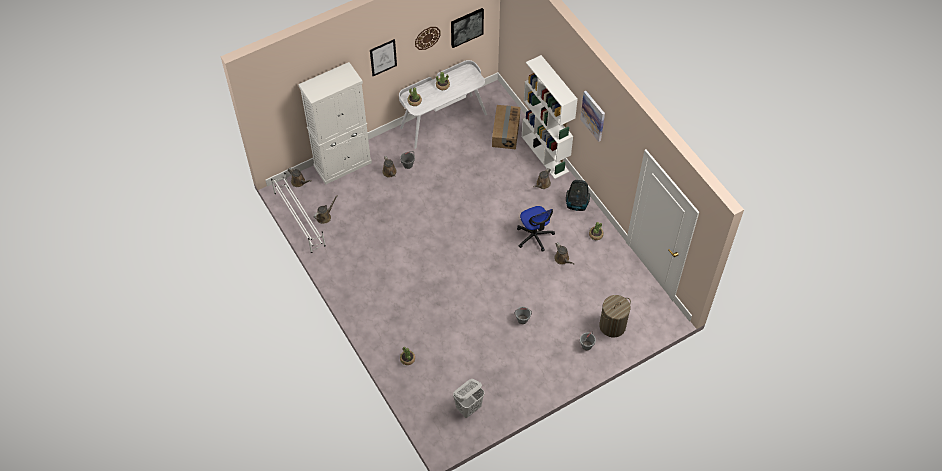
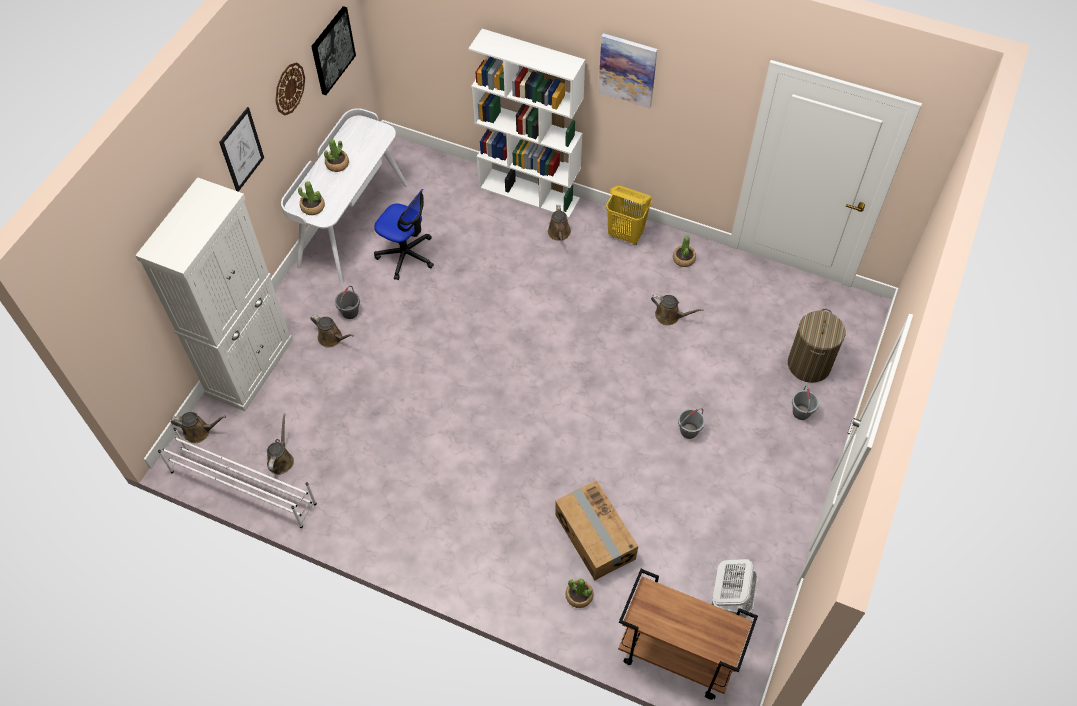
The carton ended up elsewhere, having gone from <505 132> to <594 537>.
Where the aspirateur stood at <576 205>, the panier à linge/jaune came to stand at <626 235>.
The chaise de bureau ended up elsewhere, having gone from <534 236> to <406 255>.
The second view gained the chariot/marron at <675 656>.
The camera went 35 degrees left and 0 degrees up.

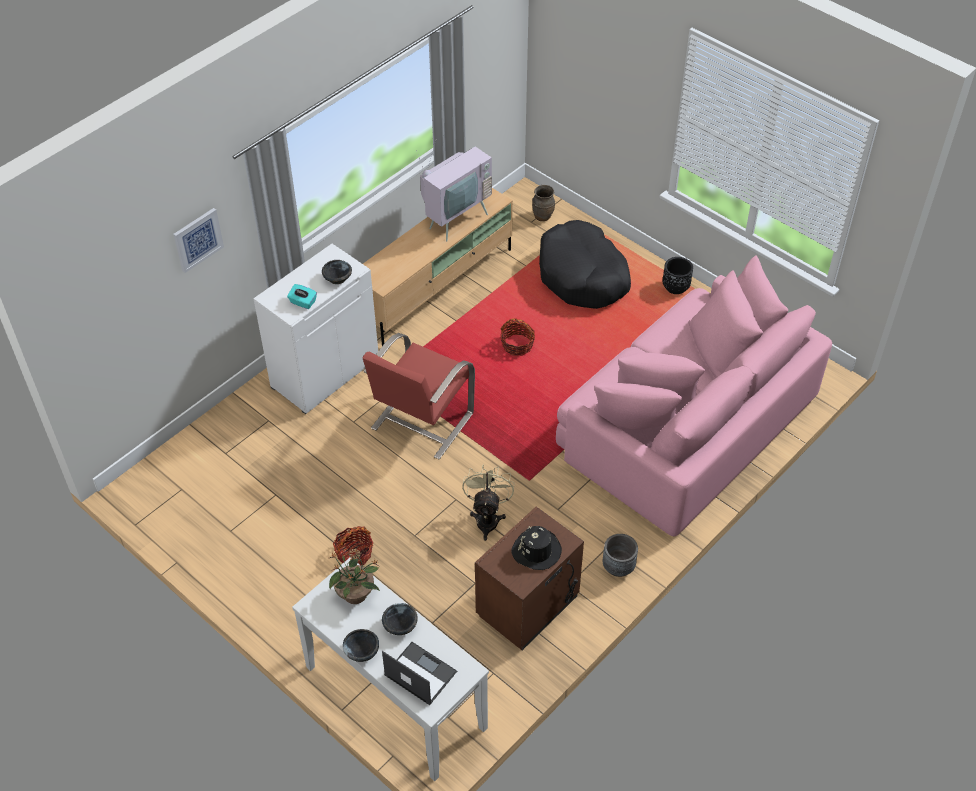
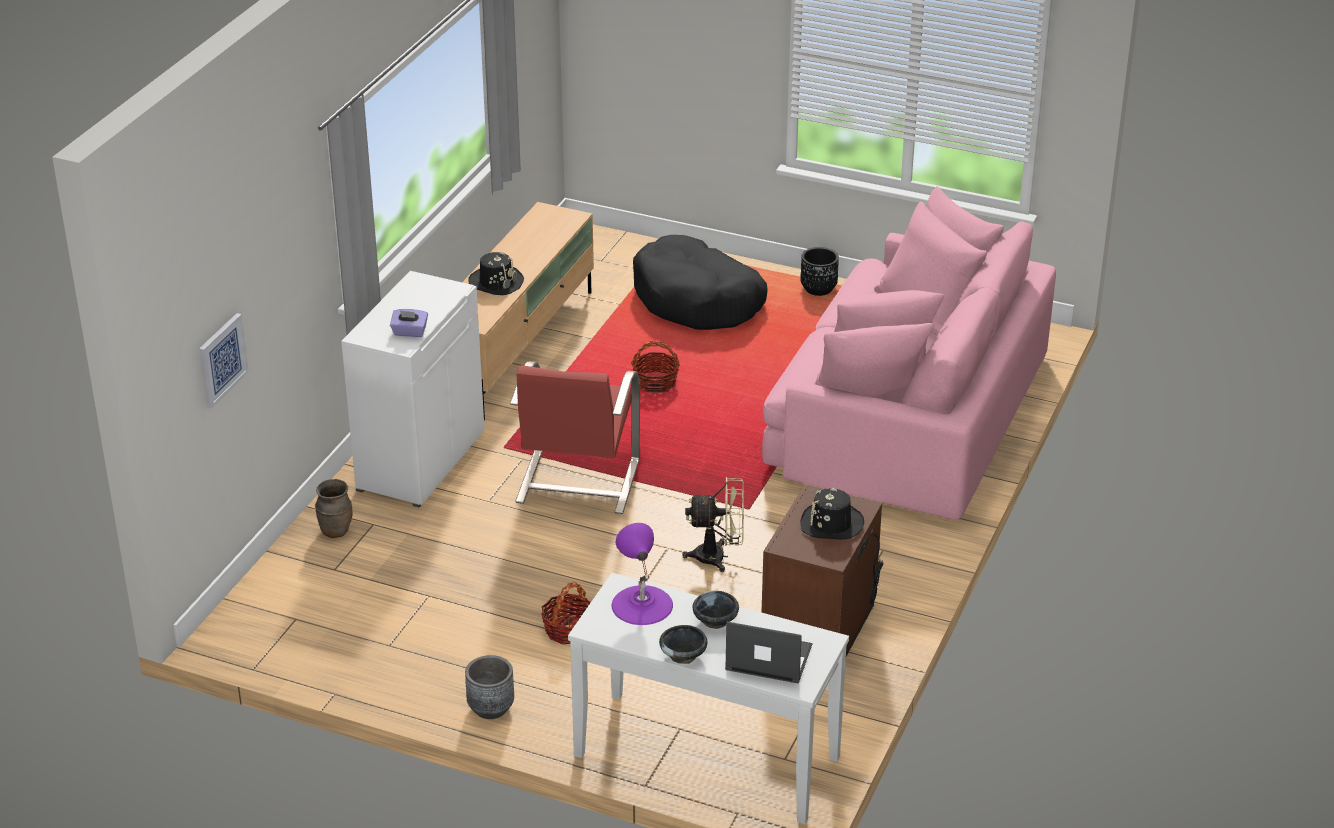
The second view lost the téléviseur at <455 218>.
The vase/marron ended up elsewhere, having gone from <543 216> to <336 531>.
The tableau ended up elsewhere, having gone from <198 239> to <222 360>.
The second view lost the bol/noir at <337 278>.
What was the boîte à mouchoirs/turquoise at <303 302> turned into the boîte à mouchoirs/violet at <409 332>.
The ventilateur/beige at <487 518> ended up facing another way, 105 degrees clockwise from before.
The cache-pot/gris ended up elsewhere, having gone from <618 567> to <491 708>.
Where the plante en pot stood at <356 594>, the lampe de table/violet came to stand at <641 605>.
The second view gained the chapeau/noir at <496 282>.
The camera went 20 degrees left and 15 degrees down.

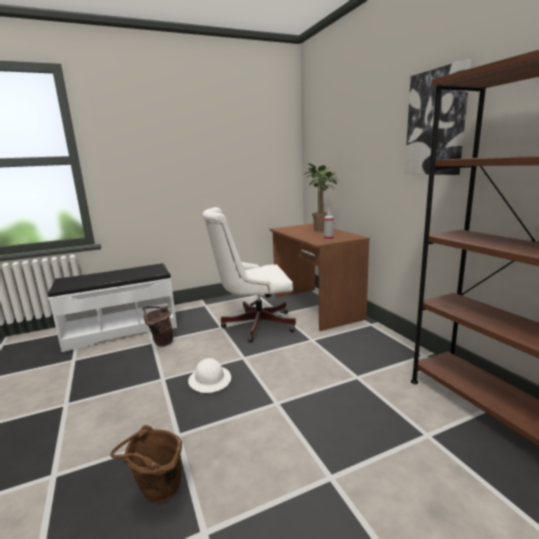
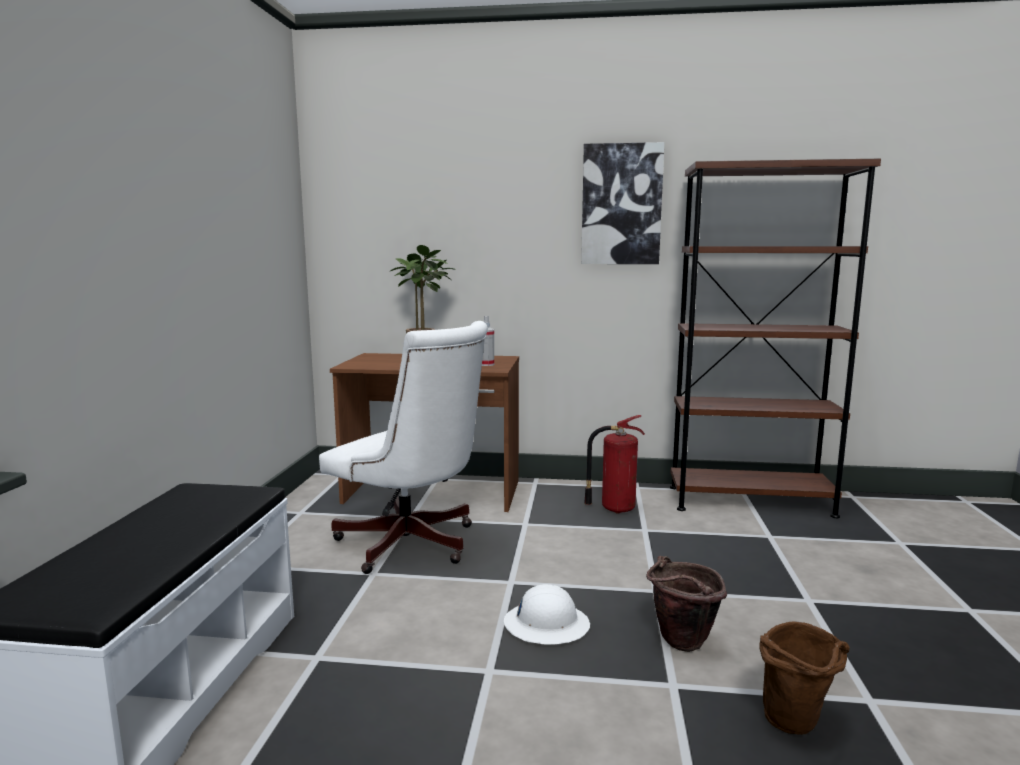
The chaise de bureau/blanc at <254 324> ended up facing another way, 75 degrees counterclockwise from before.
The seau/marron ended up elsewhere, having gone from <160 342> to <679 645>.
The second view gained the extincteur at <615 508>.
The camera went 60 degrees left and 5 degrees down.

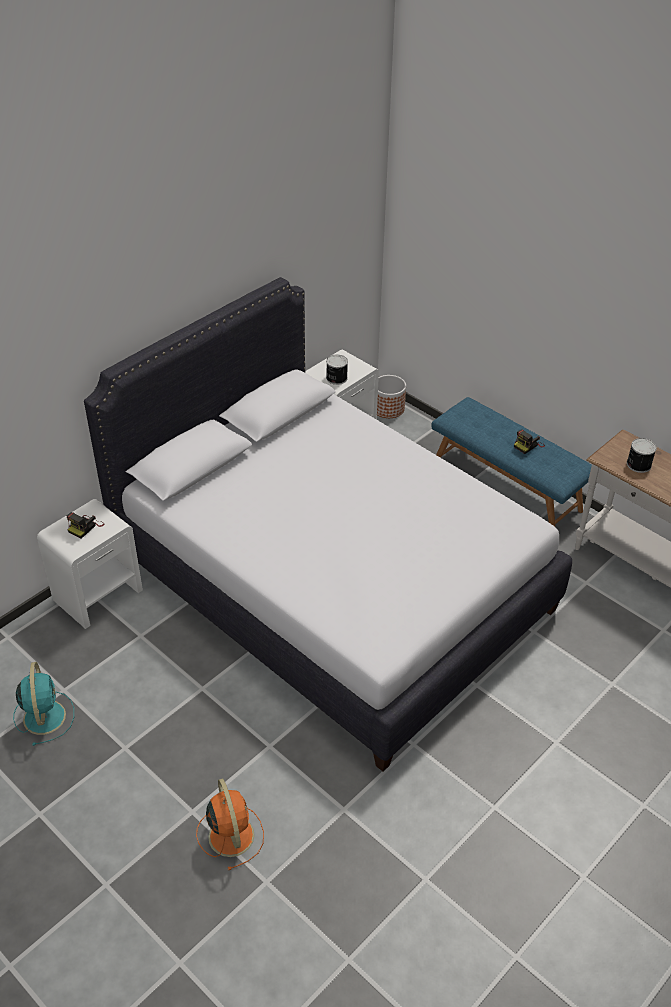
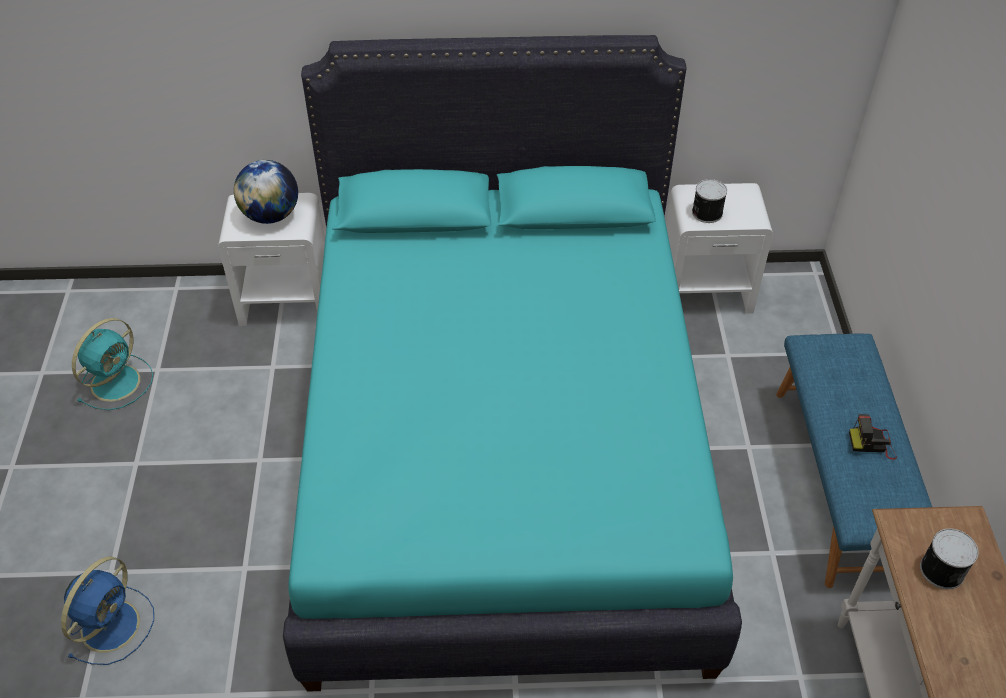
What was the lit/blanc at <332 584> turned into the lit/turquoise at <501 450>.
The second view lost the cache-pot at <387 408>.
Where the appareil photo stood at <85 527>, the globe came to stand at <271 215>.
What was the ventilateur/orange at <230 834> turned into the ventilateur/bleu at <112 623>.
The camera went 45 degrees right and 5 degrees up.

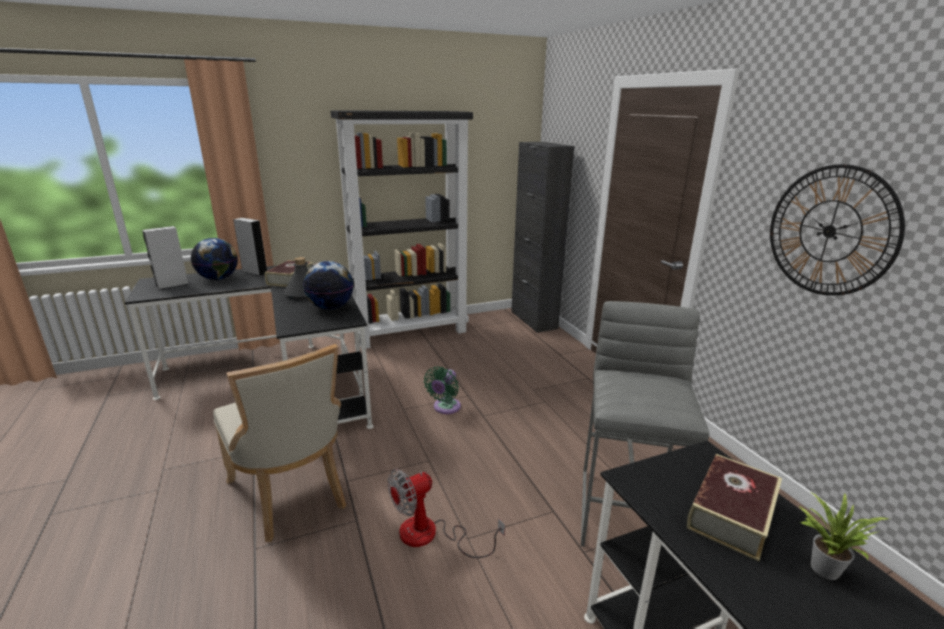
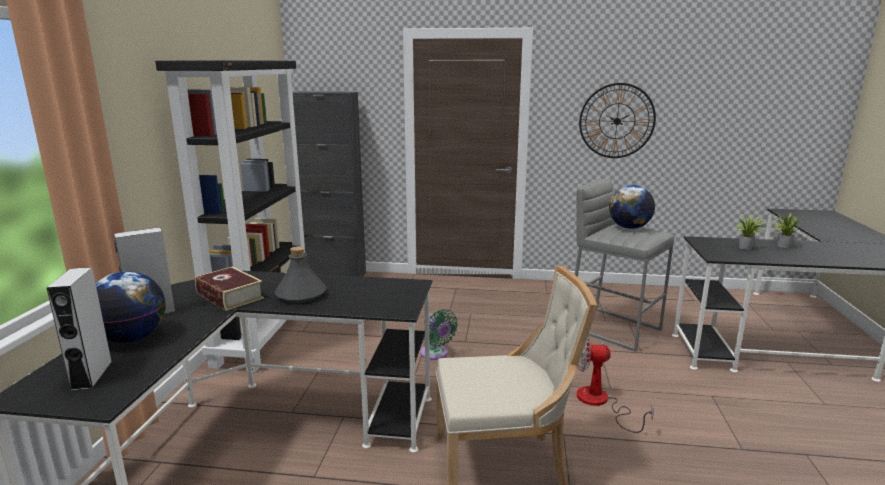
The globe ended up elsewhere, having gone from <331 307> to <629 227>.
Where the livre stood at <731 513>, the plante en pot came to stand at <746 248>.
The ventilateur at <431 535> ended up facing another way, 105 degrees clockwise from before.
The camera went 60 degrees left and 5 degrees down.

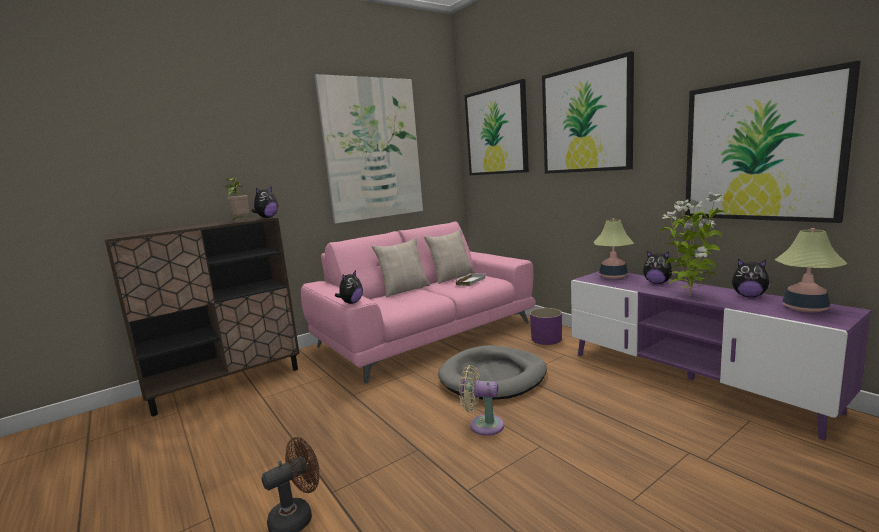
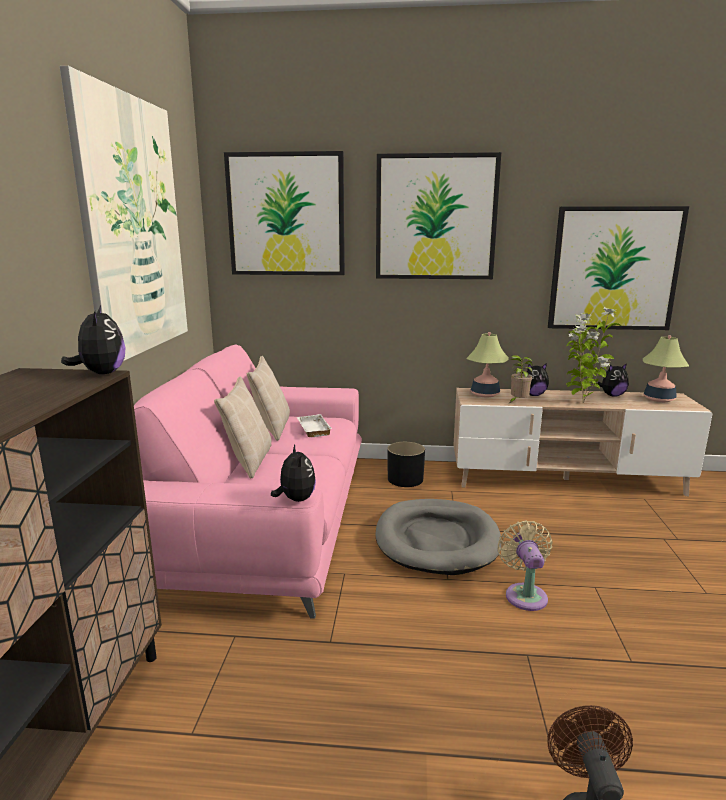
The plante en pot ended up elsewhere, having gone from <241 221> to <518 402>.
What was the meuble télé/violet at <689 379> turned into the meuble télé/beige at <566 480>.
What was the cache-pot/violet at <546 339> turned into the cache-pot/noir at <405 479>.
The ventilateur/beige at <482 425> ended up facing another way, 120 degrees clockwise from before.
The camera went 50 degrees left and 5 degrees up.

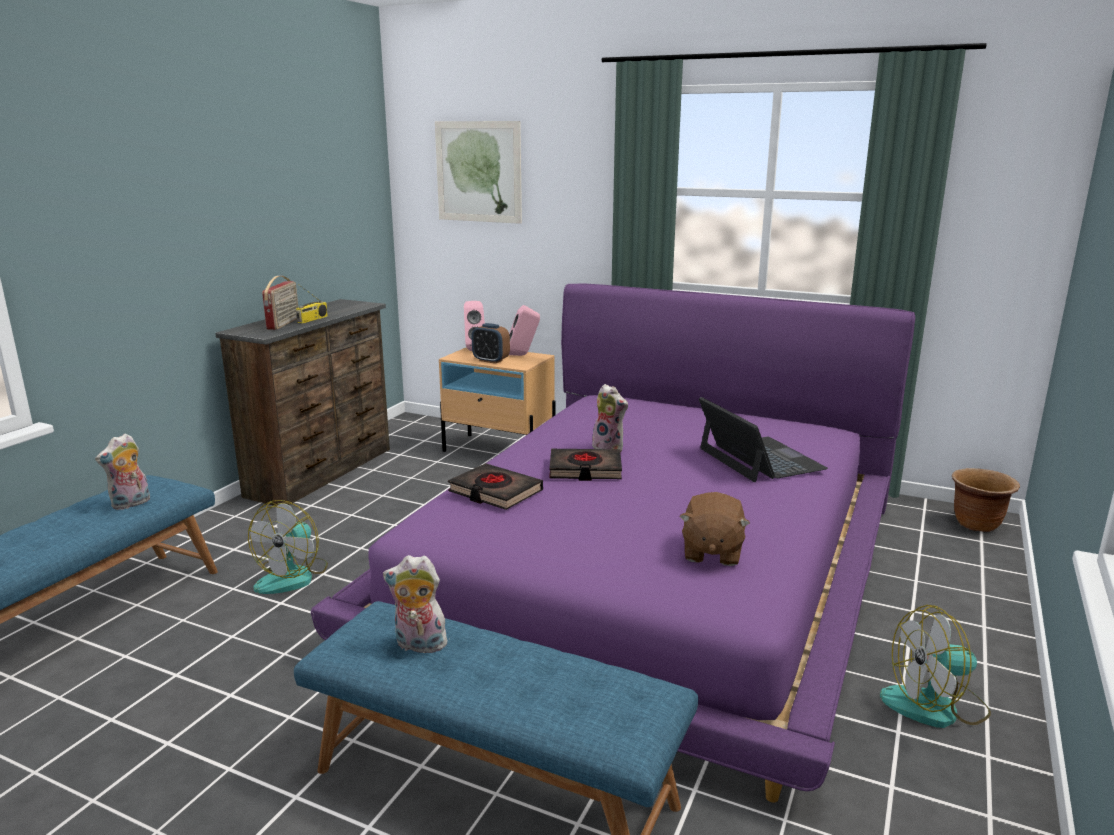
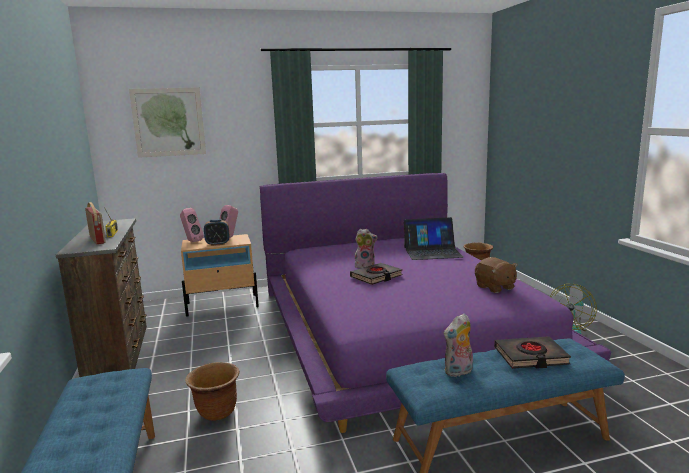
The ordinateur portable at <759 459> ended up facing another way, 150 degrees clockwise from before.
The second view lost the peluche at <131 504>.
The livre/noir ended up elsewhere, having gone from <495 492> to <530 357>.
Where the ventilateur stood at <293 576>, the cache-pot/marron came to stand at <217 412>.
The camera went 40 degrees left and 5 degrees down.

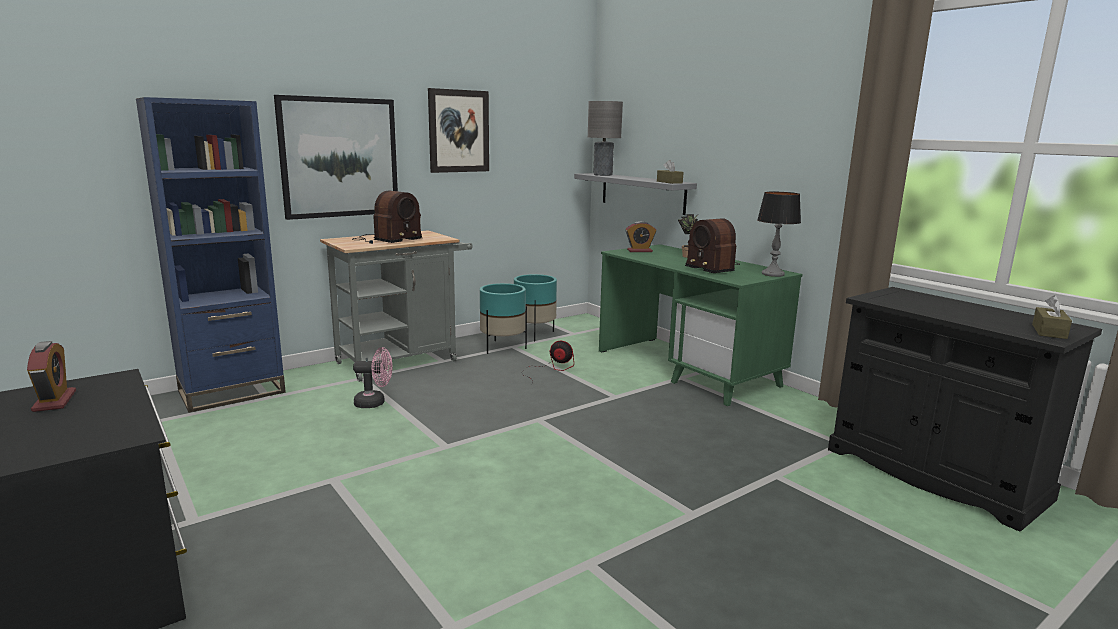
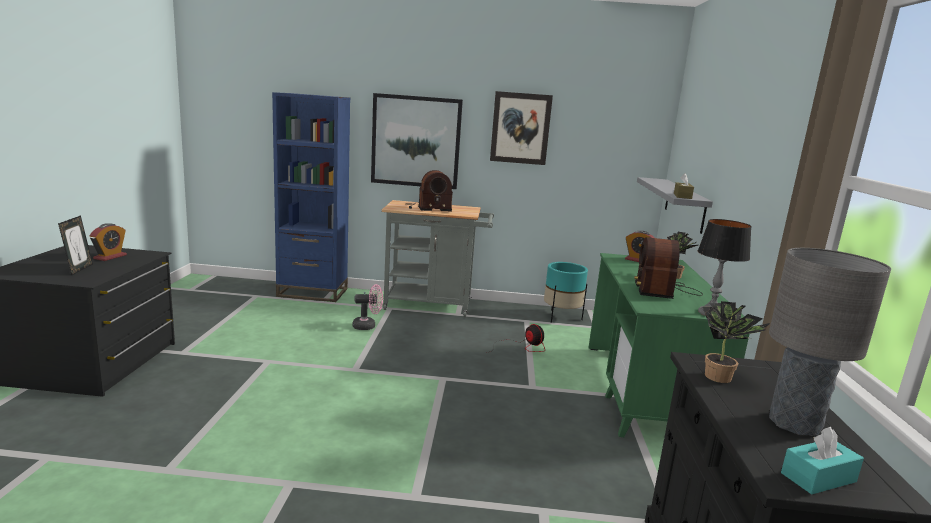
The lampe de table/gris ended up elsewhere, having gone from <602 175> to <794 424>.
The second view lost the cache-pot/turquoise at <502 347>.
What was the boîte à mouchoirs/marron at <1049 331> turned into the boîte à mouchoirs/turquoise at <818 477>.
The ventilateur/rose at <375 403> ended up facing another way, 45 degrees counterclockwise from before.
The second view gained the cadre photo at <79 269>.
The second view gained the plante en pot at <722 378>.
The camera went 40 degrees right and 0 degrees up.

